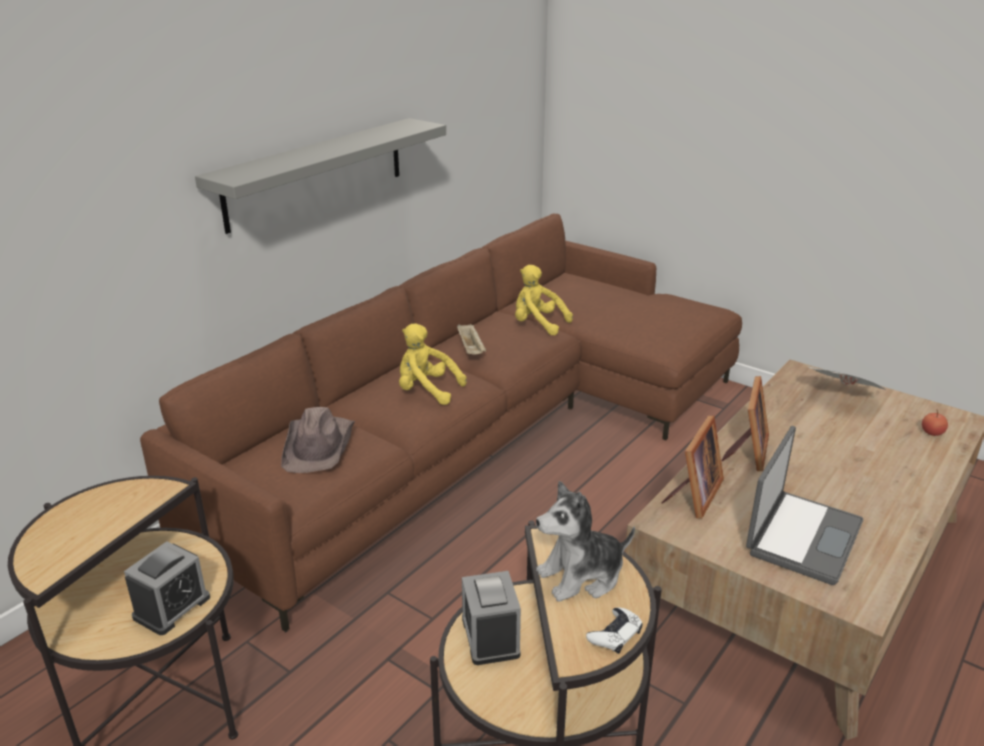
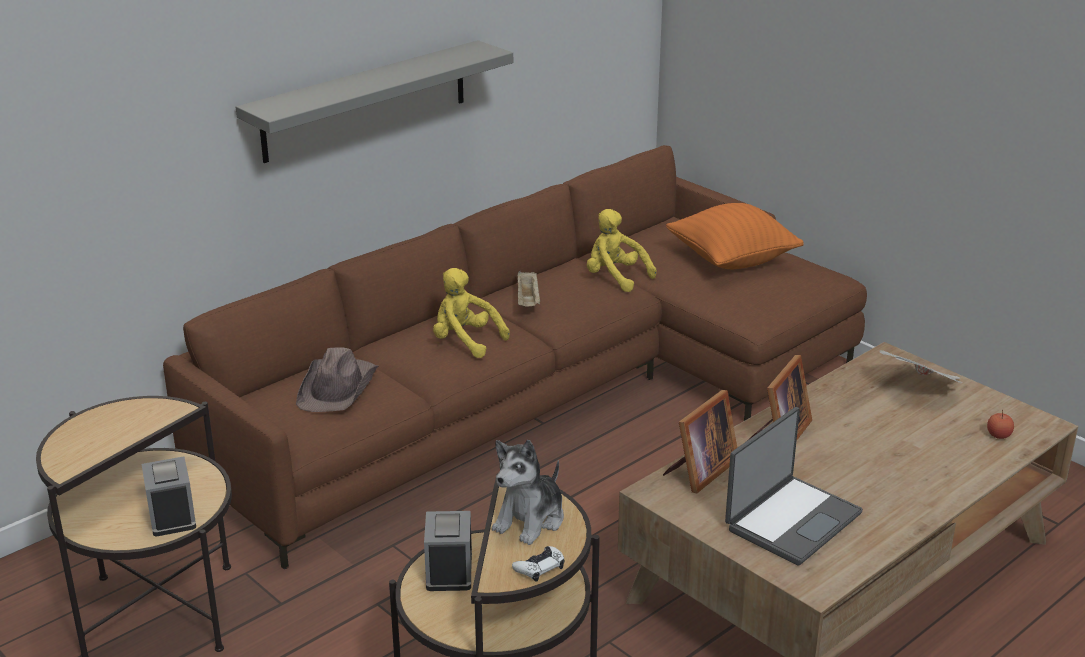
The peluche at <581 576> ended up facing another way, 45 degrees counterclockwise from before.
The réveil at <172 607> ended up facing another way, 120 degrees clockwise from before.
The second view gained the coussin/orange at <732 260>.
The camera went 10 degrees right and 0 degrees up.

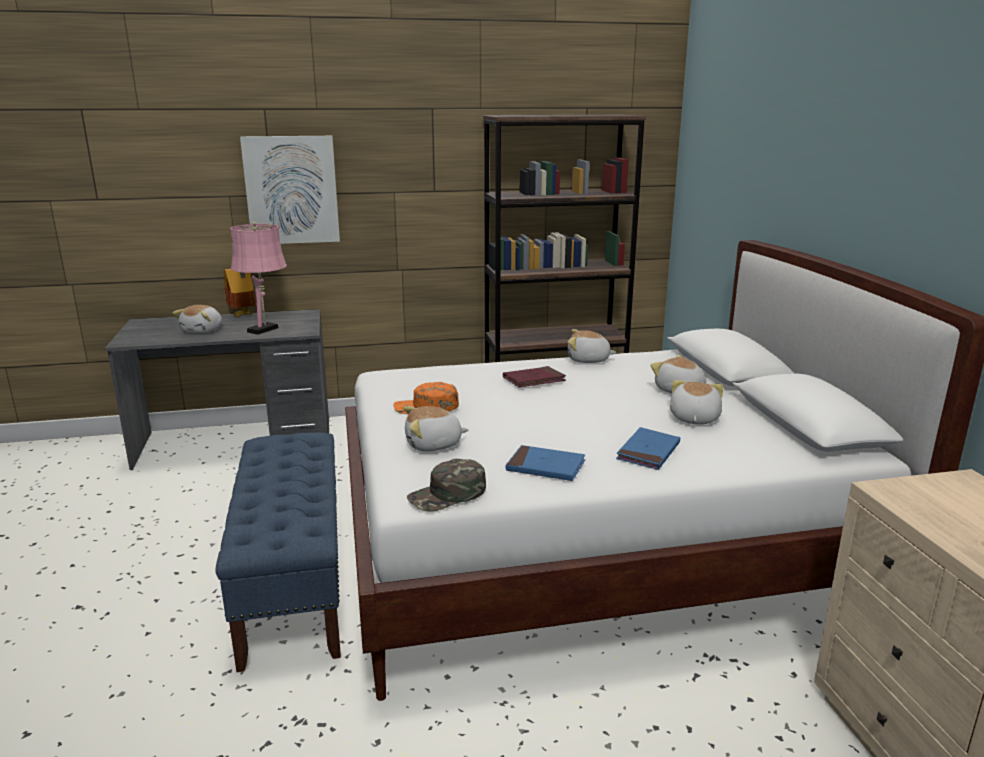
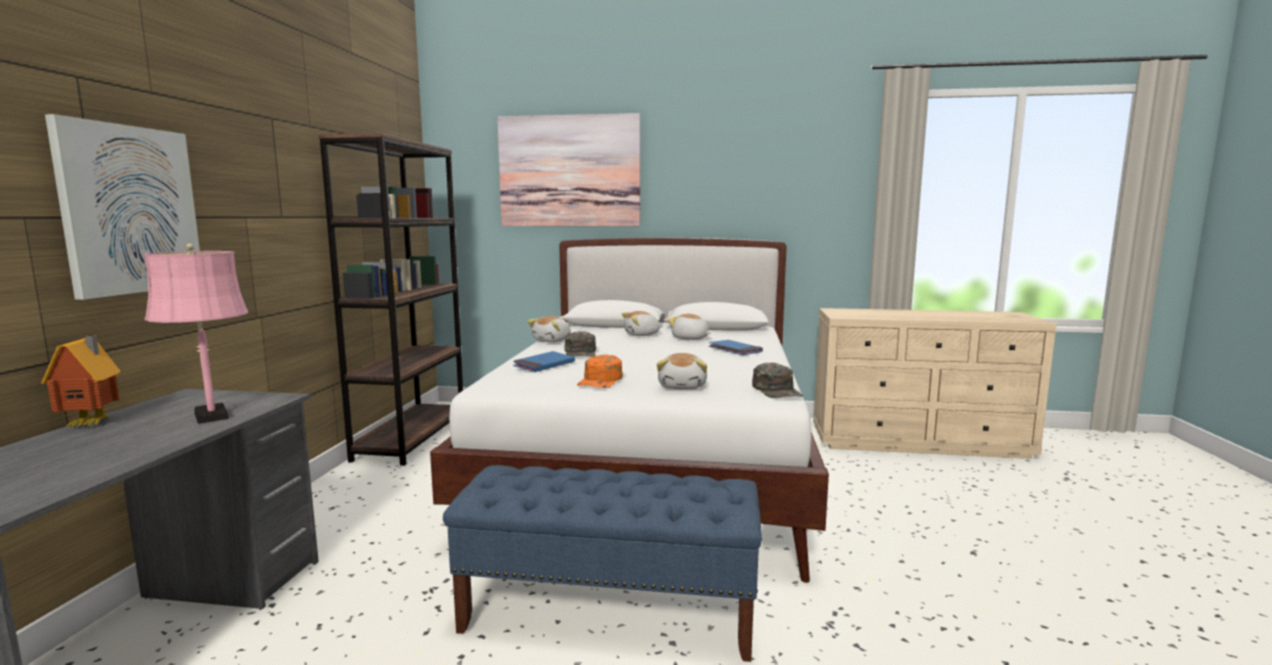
The second view lost the peluche at <203 330>.
Where the livre/rouge stood at <534 380>, the casquette/vert came to stand at <581 352>.
The livre/bleu ended up elsewhere, having gone from <545 467> to <544 365>.
The second view gained the tableau at <569 171>.
The camera went 70 degrees left and 10 degrees down.

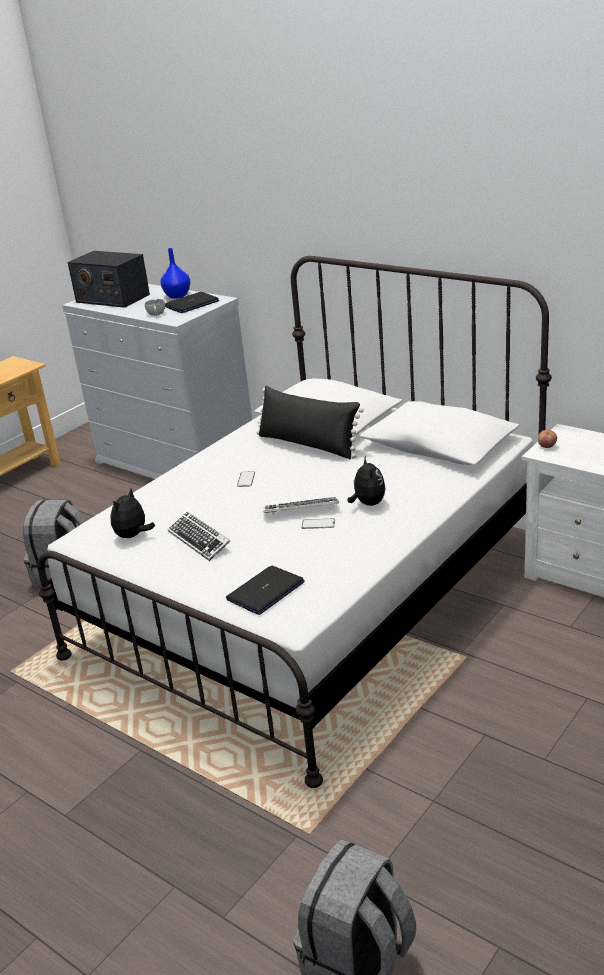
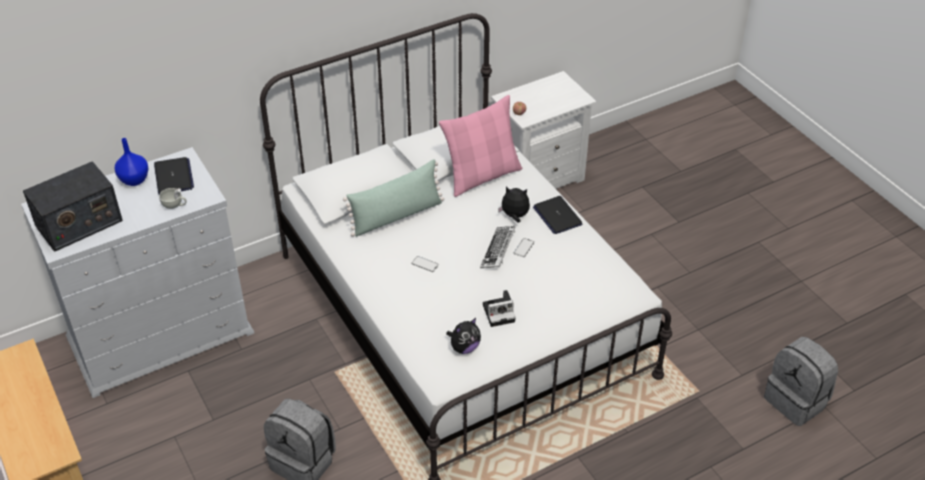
What was the coussin/noir at <308 445> turned into the coussin/vert at <396 216>.
The peluche at <133 536> ended up facing another way, 90 degrees counterclockwise from before.
Where the clavier stood at <199 540>, the appareil photo came to stand at <500 312>.
The ordinateur portable ended up elsewhere, having gone from <265 591> to <557 216>.
The second view gained the coussin/rose at <482 176>.
The camera went 70 degrees left and 15 degrees up.

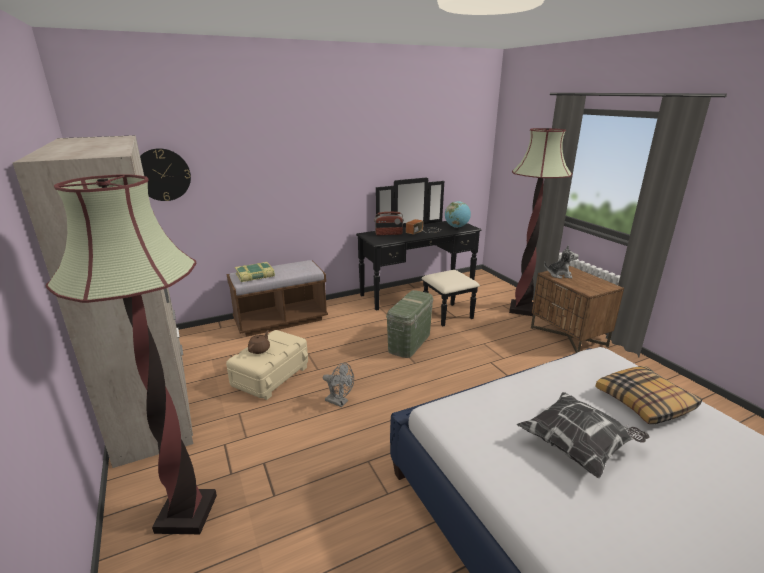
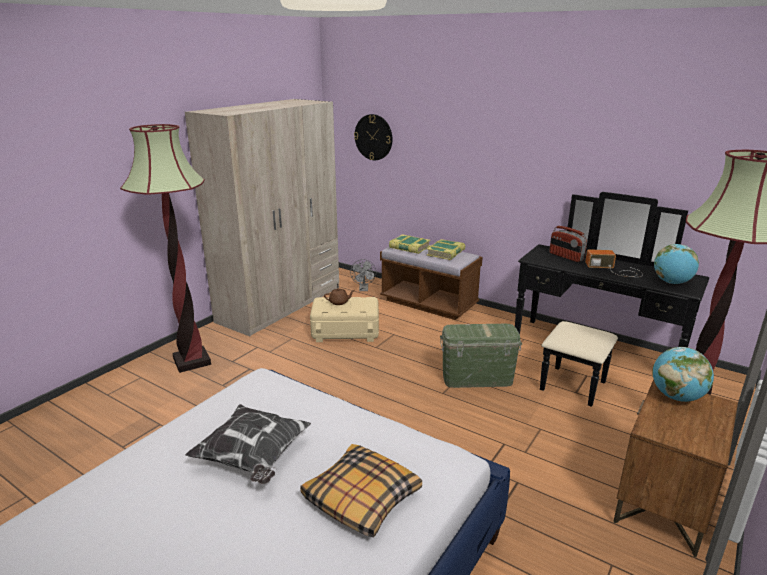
Where the peluche stood at <559 275>, the globe came to stand at <676 397>.
The ventilateur/gris ended up elsewhere, having gone from <339 402> to <364 289>.
The second view gained the livre at <446 253>.
The camera went 60 degrees right and 0 degrees up.

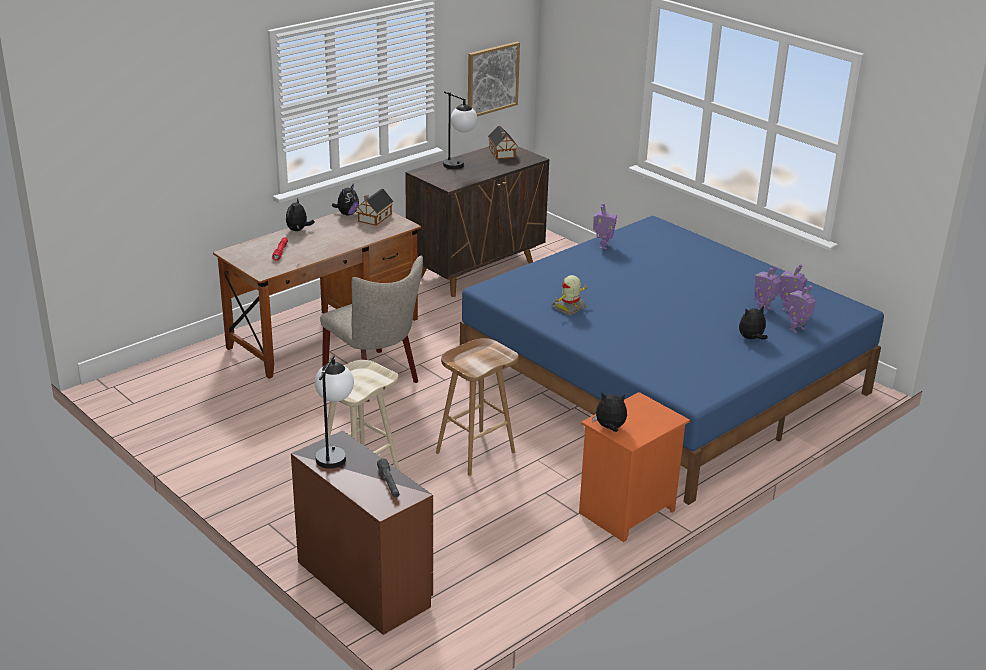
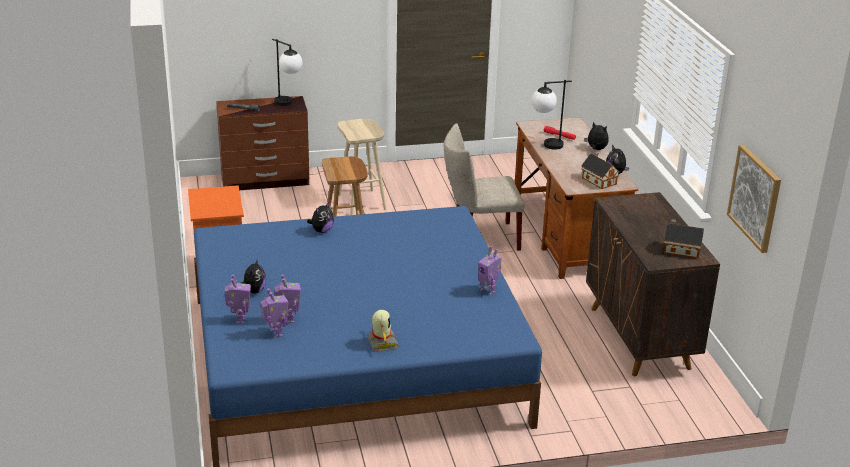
The lampe de table ended up elsewhere, having gone from <459 167> to <545 146>.
The robot jouet ended up elsewhere, having gone from <569 308> to <382 343>.
The peluche ended up elsewhere, having gone from <610 428> to <321 230>.
The camera went 120 degrees right and 0 degrees up.

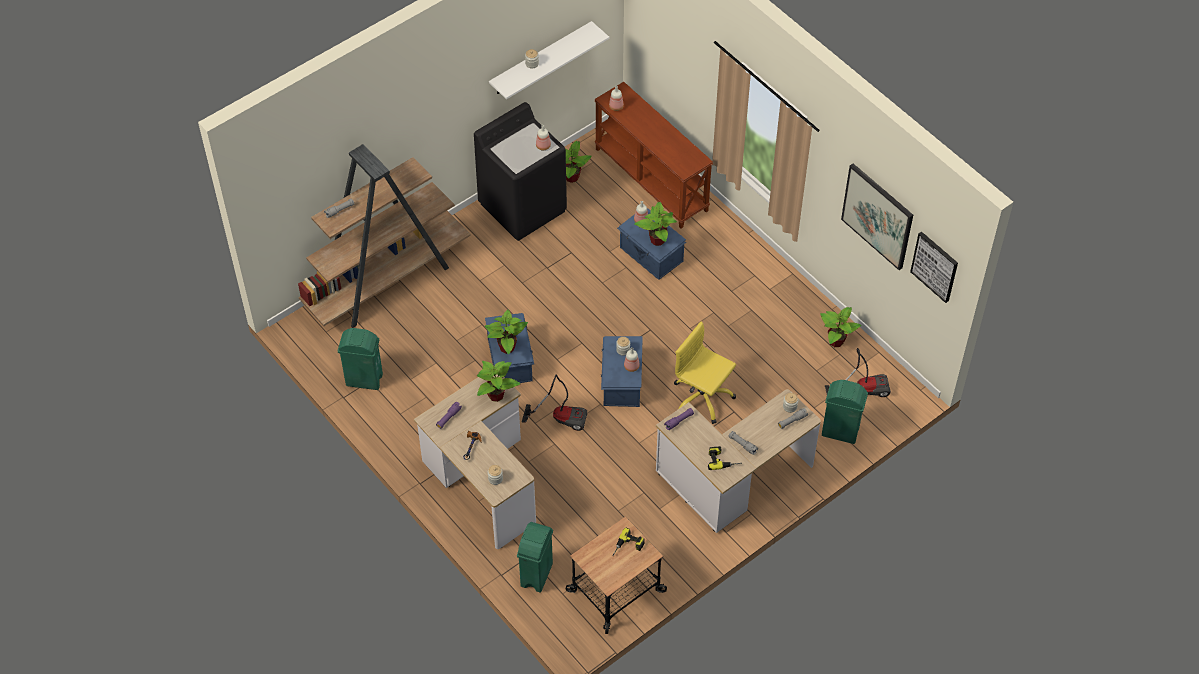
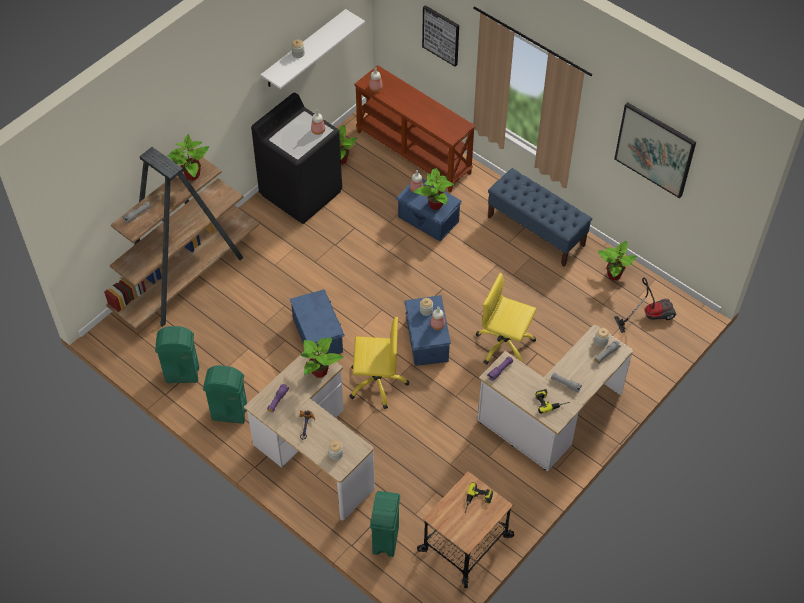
The tableau ended up elsewhere, having gone from <935 266> to <441 35>.
The plante en pot ended up elsewhere, having gone from <506 348> to <192 175>.
Where the aspirateur stood at <561 417>, the chaise de bureau/jaune came to stand at <377 382>.
The poubelle/vert ended up elsewhere, having gone from <839 431> to <229 413>.
The second view gained the banc/bleu at <536 231>.
The camera went 10 degrees left and 0 degrees up.

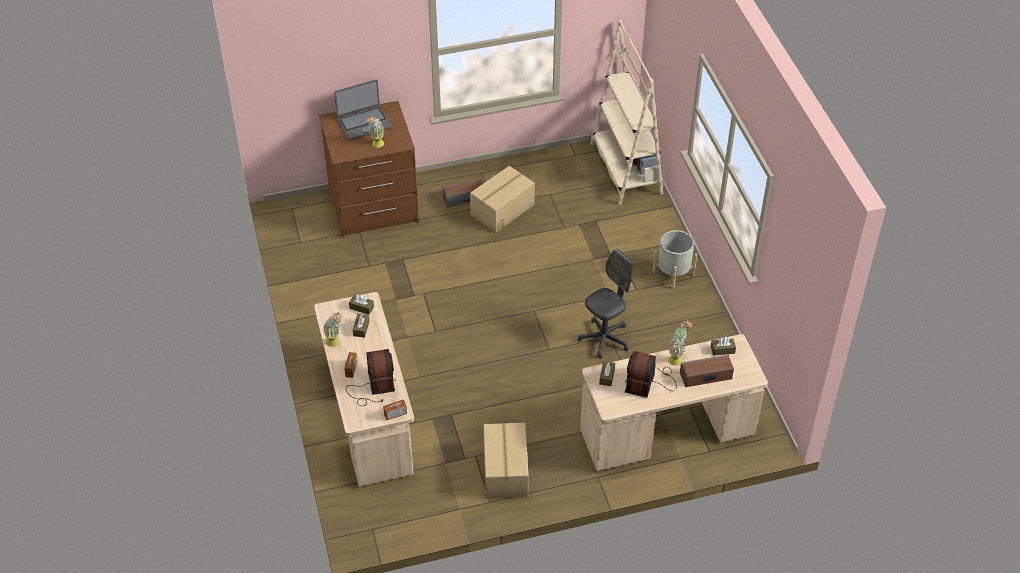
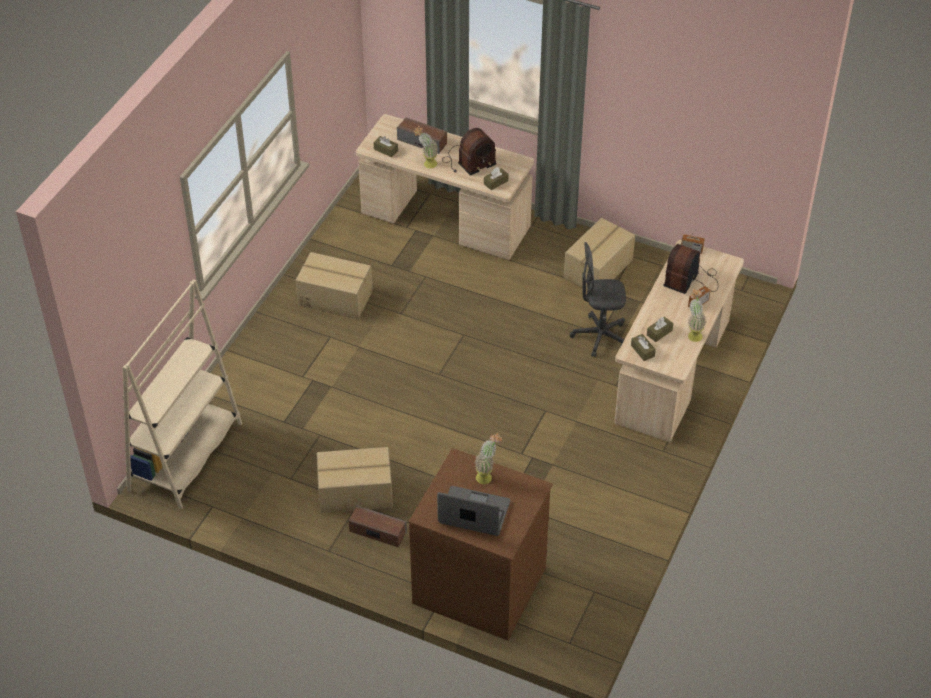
The second view lost the cache-pot/gris at <673 273>.
The chaise de bureau/gris ended up elsewhere, having gone from <604 339> to <599 336>.
The second view gained the carton at <335 297>.
The camera went 140 degrees left and 0 degrees up.

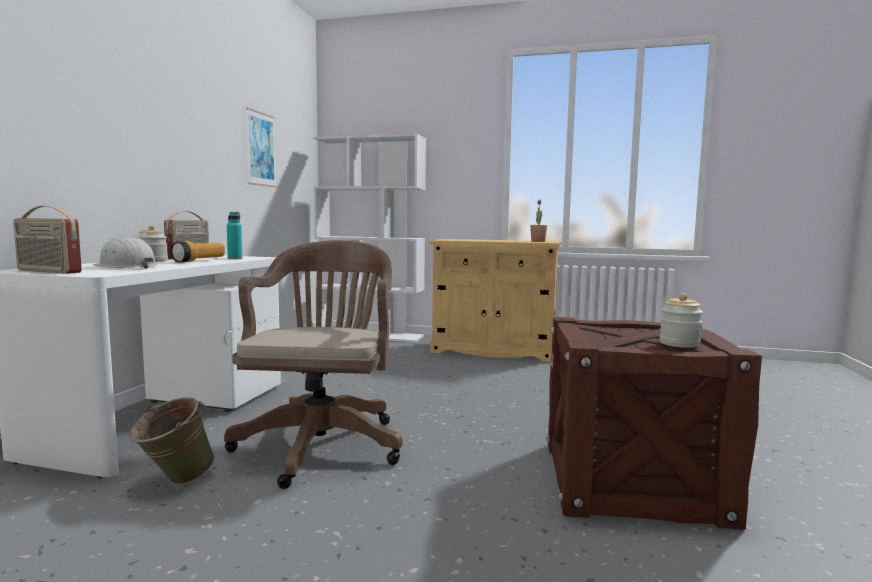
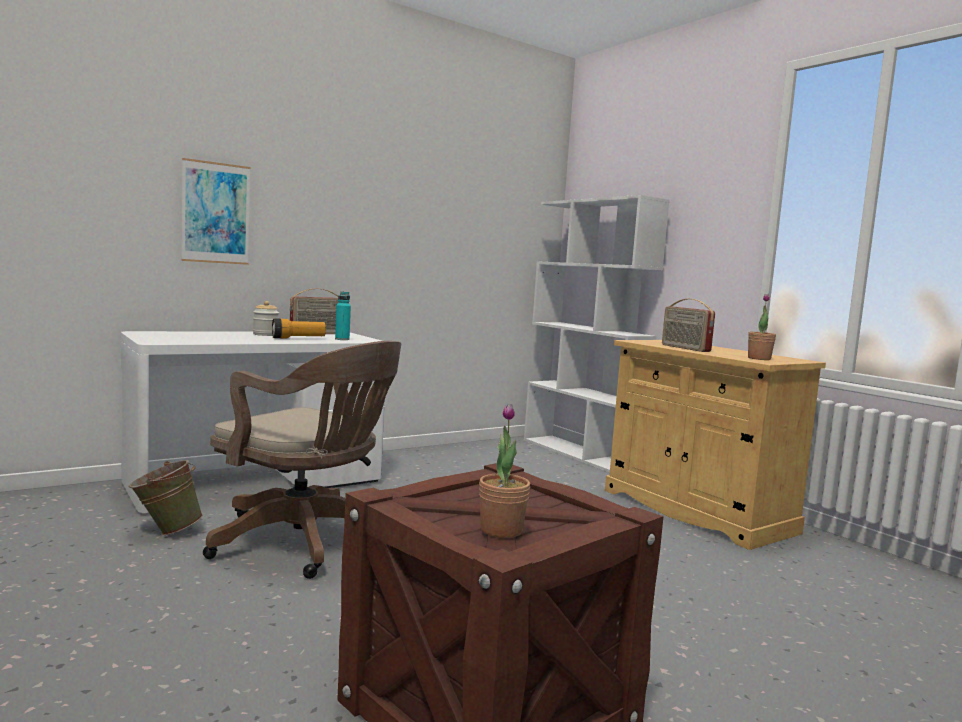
The tableau ended up elsewhere, having gone from <261 149> to <216 213>.
The radio ended up elsewhere, having gone from <48 271> to <684 348>.
The second view lost the casque de chantier/blanc at <125 266>.
The chaise de bureau/marron at <323 442> ended up facing another way, 75 degrees clockwise from before.
Where the bocal stood at <679 344>, the plante en pot came to stand at <501 530>.
The camera went 40 degrees right and 0 degrees up.

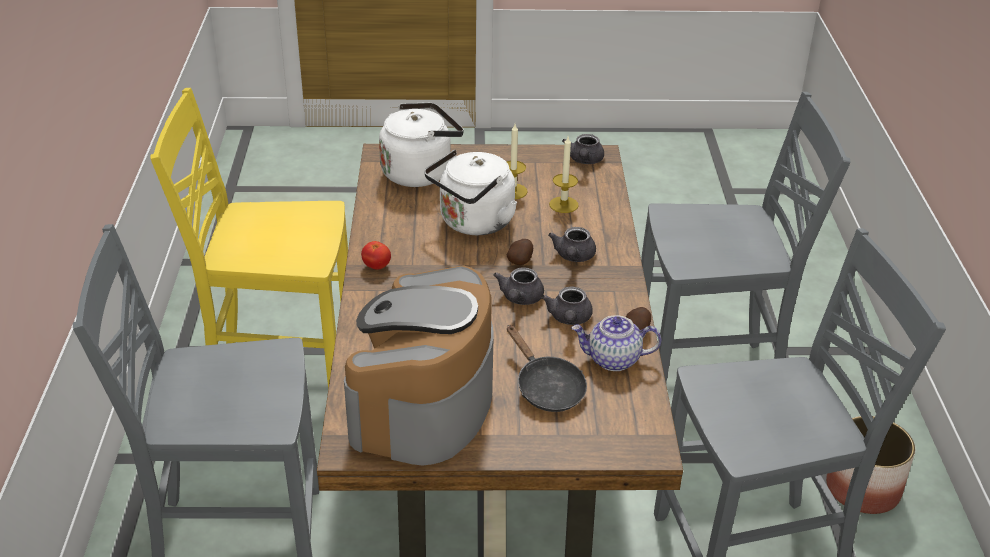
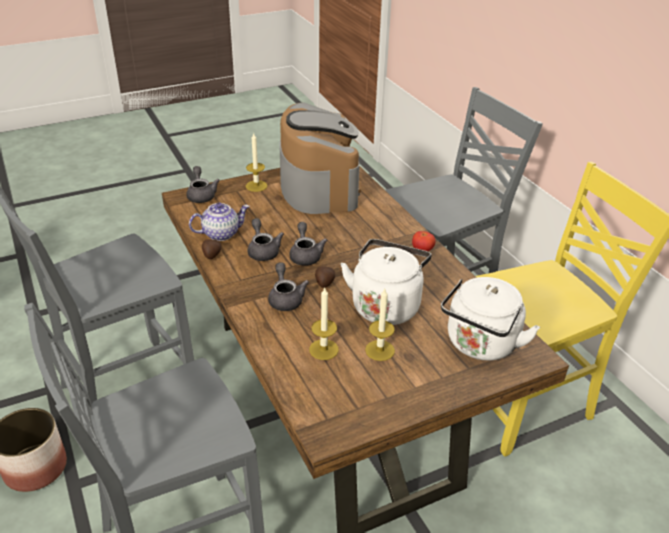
The théière/gris ended up elsewhere, having gone from <584 160> to <201 195>.
The second view lost the poêle/noir at <546 388>.
The second view gained the bougie at <256 186>.
The camera went 155 degrees right and 0 degrees up.

